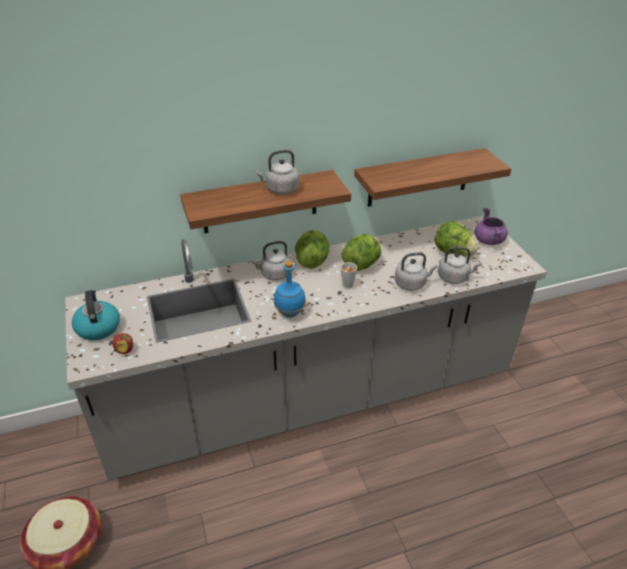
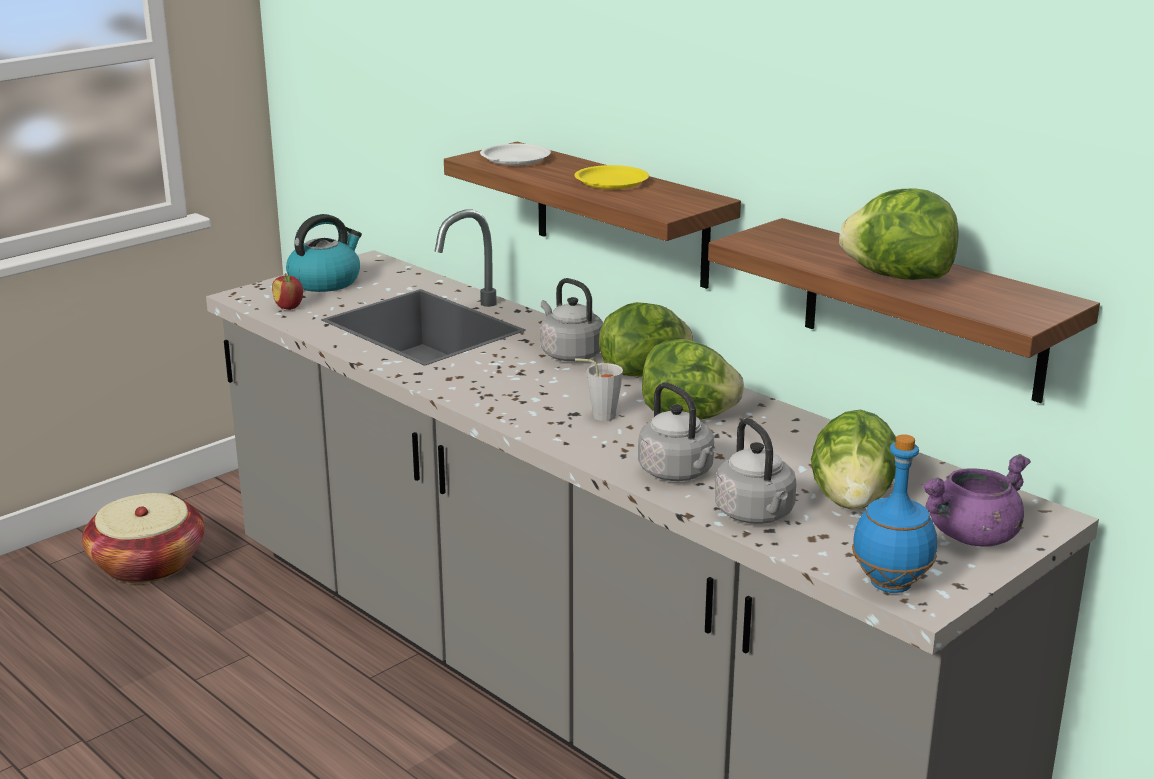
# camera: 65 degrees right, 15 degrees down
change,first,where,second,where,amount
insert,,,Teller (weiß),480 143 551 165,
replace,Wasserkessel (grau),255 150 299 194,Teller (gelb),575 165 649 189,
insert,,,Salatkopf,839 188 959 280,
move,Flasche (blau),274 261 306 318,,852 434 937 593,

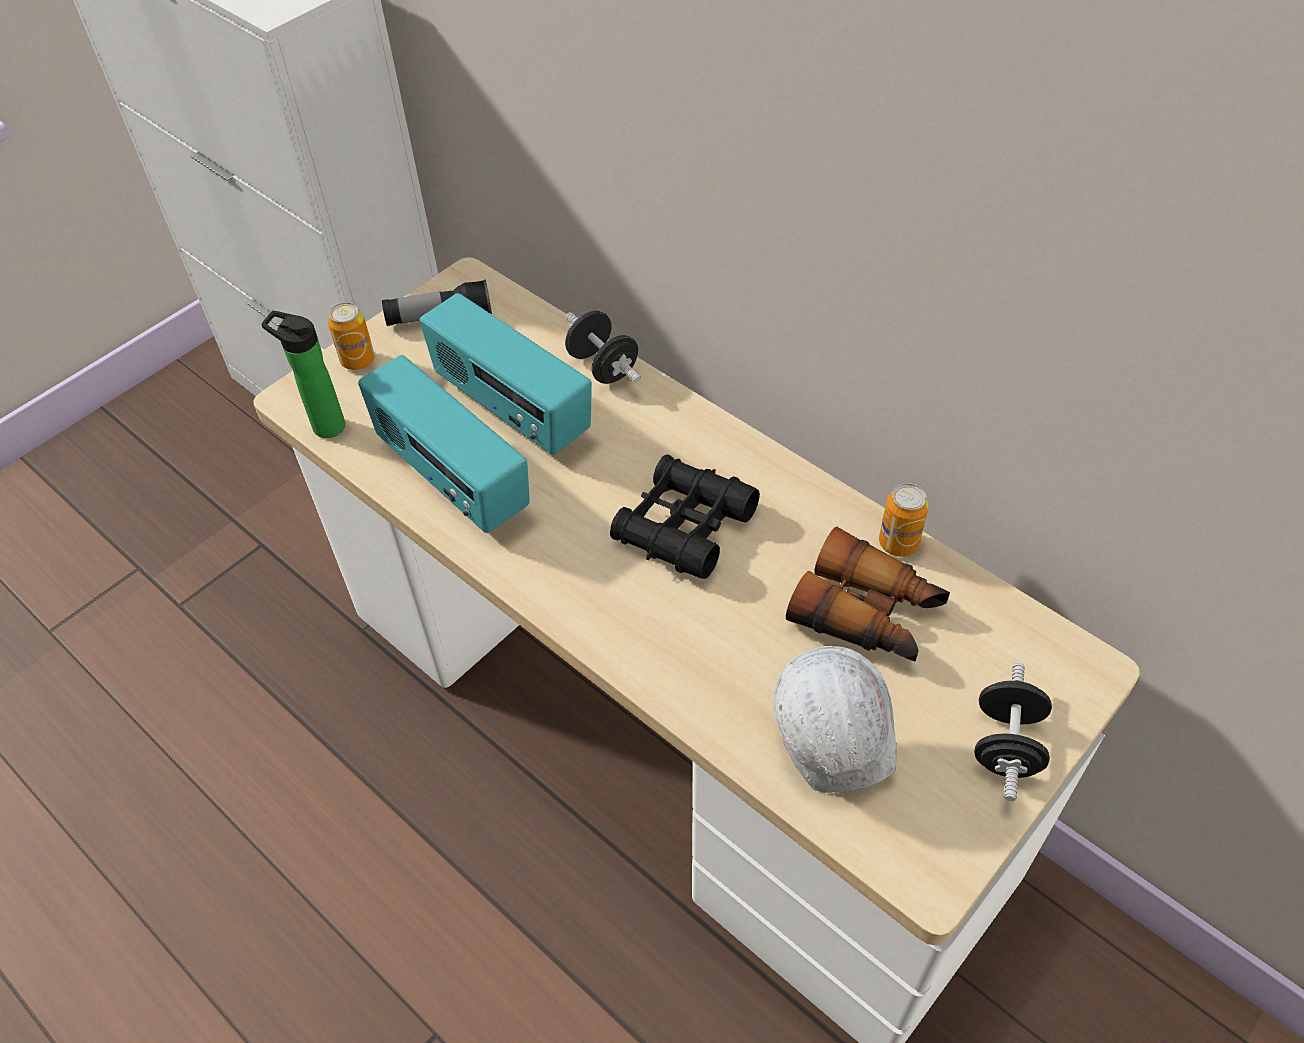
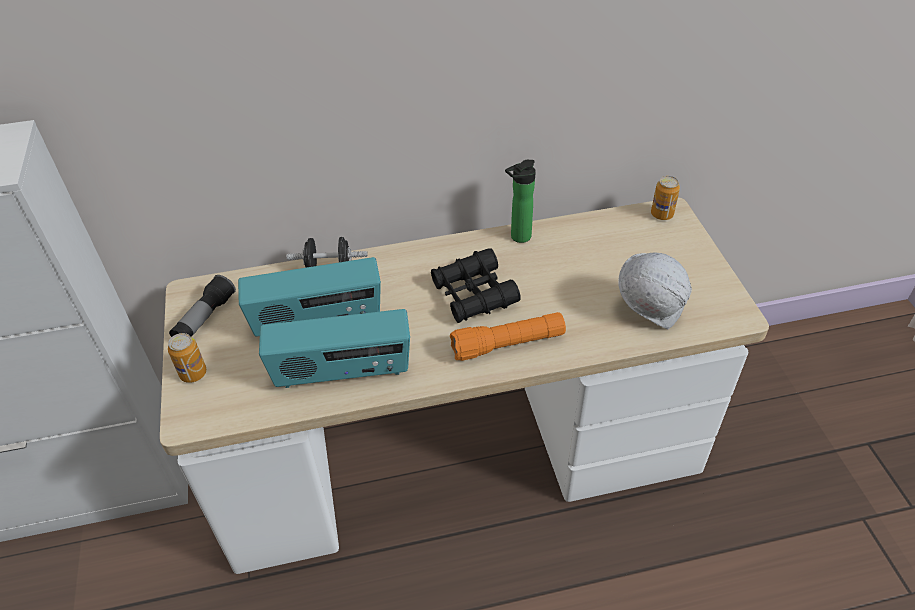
# camera: 55 degrees left, 5 degrees down
change,first,where,second,where,amount
insert,,,Taschenlampe (orange),450 312 566 361,
move,Flasche,261 311 345 438,,505 160 536 243,
move,Dose,879 483 929 557,,651 176 680 220,
delete,Fernglas,786 527 950 661,,,
delete,Hantel (schwarz),974 662 1052 801,,,

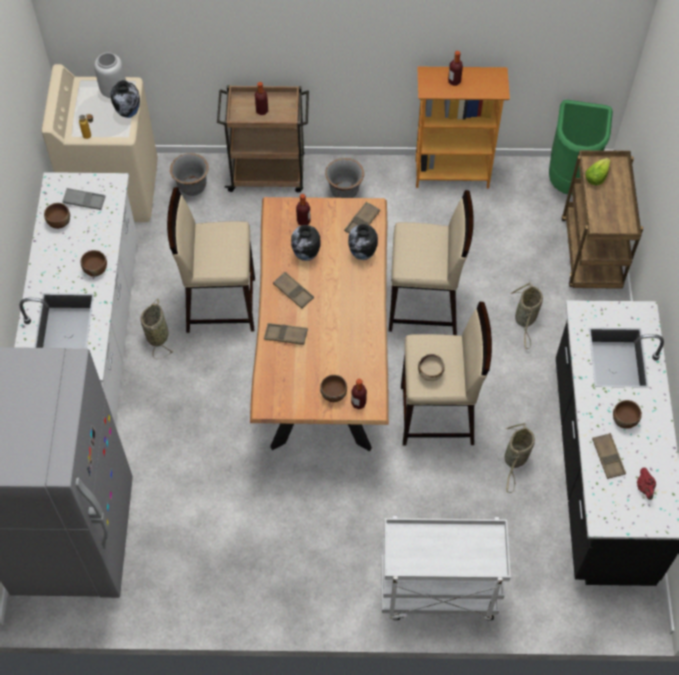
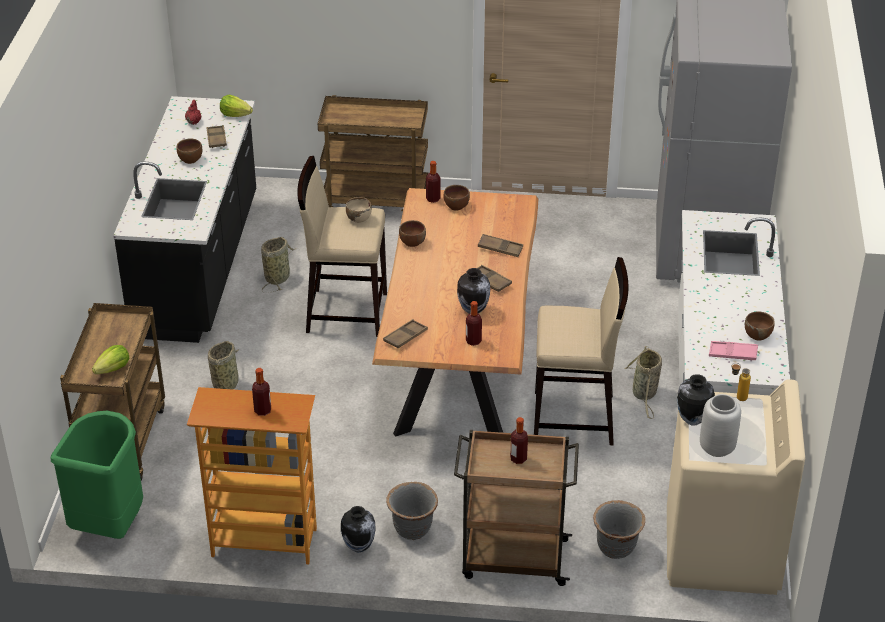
# camera: 175 degrees left, 20 degrees down
change,first,where,second,where,amount
insert,,,Salatkopf,220 95 253 117,
recolor,Rollwagen (weiß),382 516 511 621,Rollwagen (braun),318 95 428 211,
move,Vase,348 224 378 260,,341 506 376 552,
move,Schüssel (braun),81 250 107 277,,399 220 426 247,
recolor,Tablett (grau),62 188 105 210,Tablett (rosa),709 341 758 360,
delete,Hocker (beige),389 190 474 335,,,

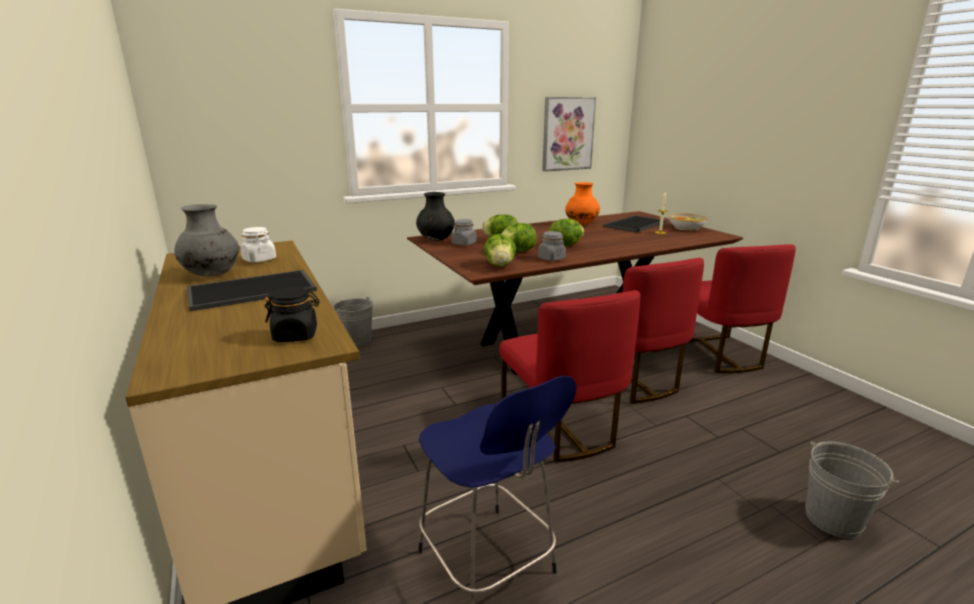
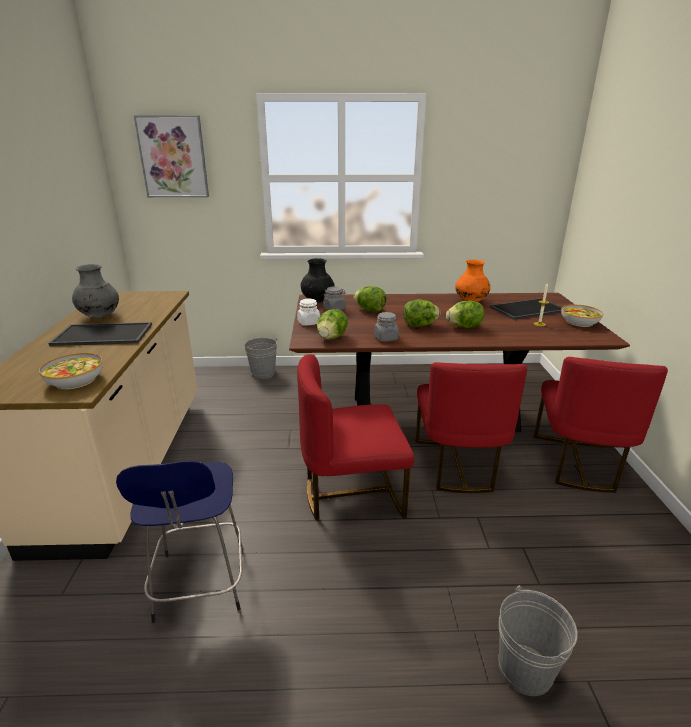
# camera: 25 degrees right, 5 degrees up
change,first,where,second,where,amount
replace,Vorratsglas (schwarz),265 287 320 342,Schüssel,39 353 103 389,
move,Bild,542 97 596 172,,134 115 209 197,
move,Vorratsglas (weiß),240 227 276 263,,297 299 320 326,
rotate,Stuhl (rot),499 290 640 463,,297 354 414 520,75 degrees clockwise
move,Salatkopf,501 223 537 252,,446 301 484 328,

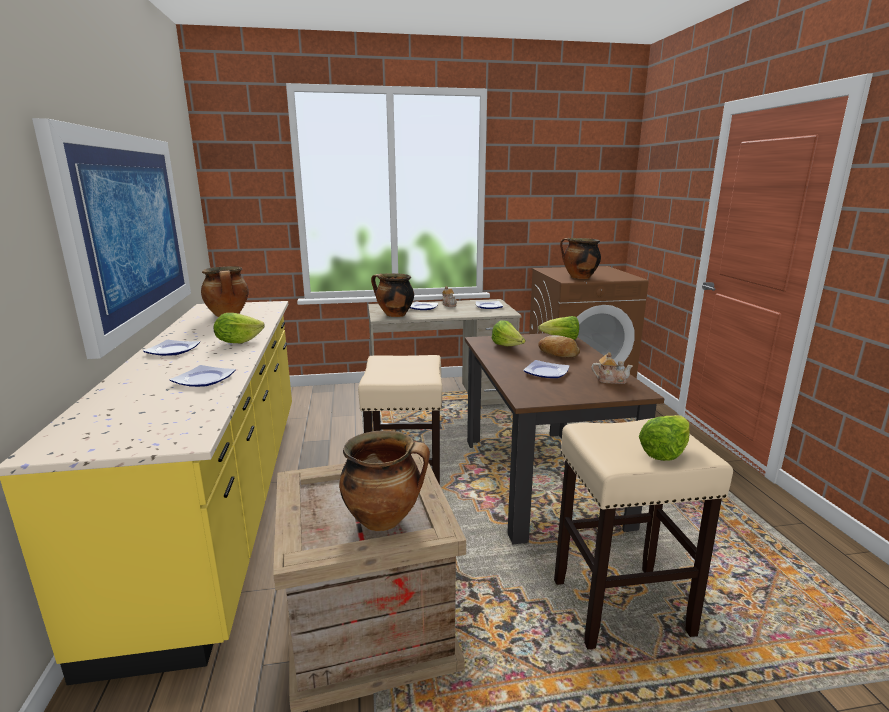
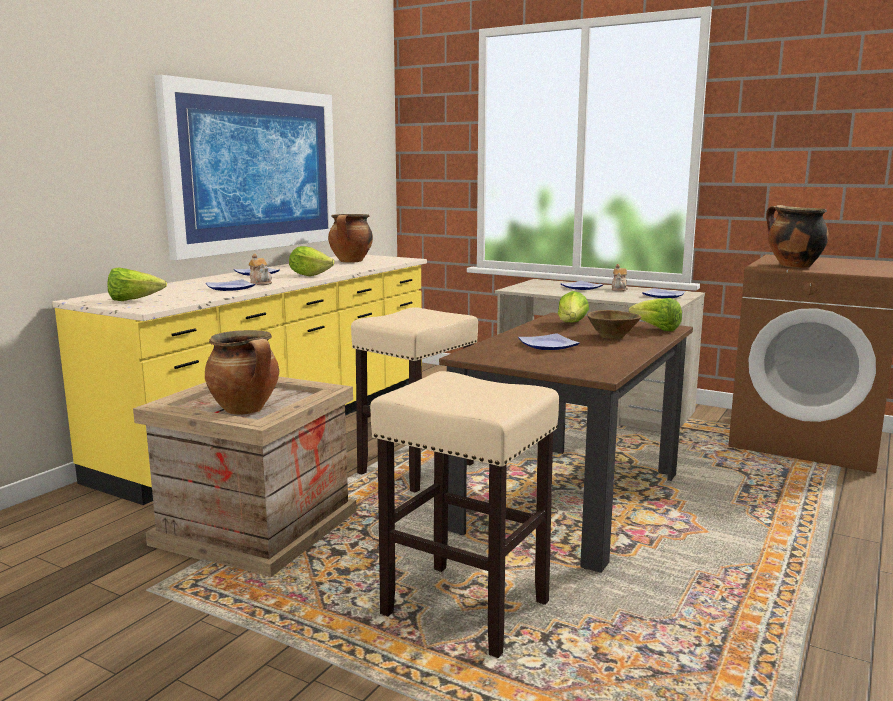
# camera: 40 degrees right, 5 degrees down
change,first,where,second,where,amount
move,Salatkopf,639 415 690 461,,107 267 167 301,
move,Teekanne,592 352 633 384,,248 254 272 285,
replace,Brot,538 335 580 357,Schüssel (braun),587 310 641 339,
delete,Kochtopf,371 273 414 317,,,

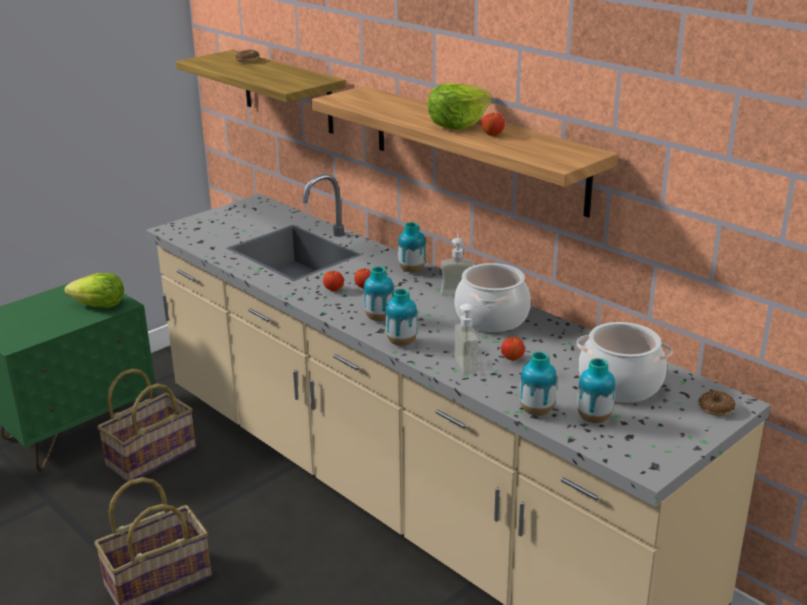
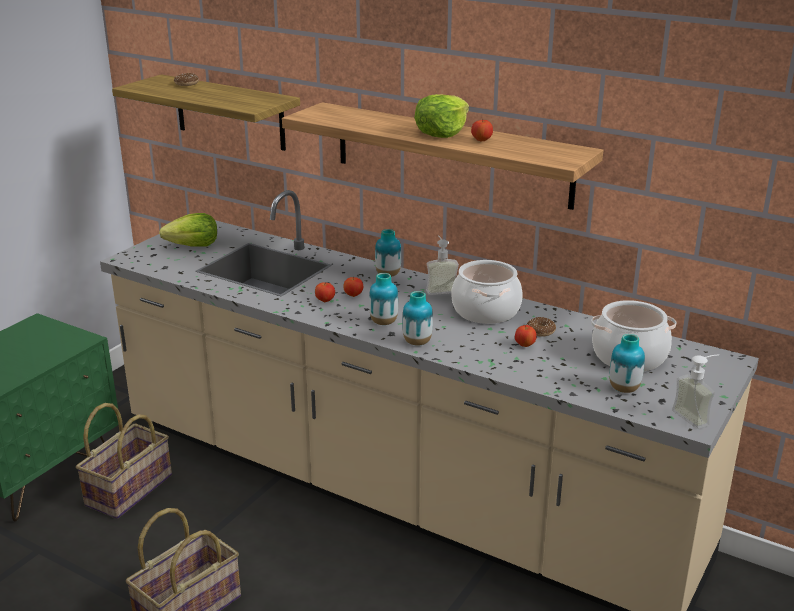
# camera: 15 degrees left, 0 degrees up
change,first,where,second,where,amount
move,Salatkopf,64 273 124 308,,159 213 217 247,
move,Donut,699 391 736 416,,527 317 556 336,
move,Seifenspender,454 304 491 375,,672 354 719 429,
delete,Vase,520 351 557 416,,,

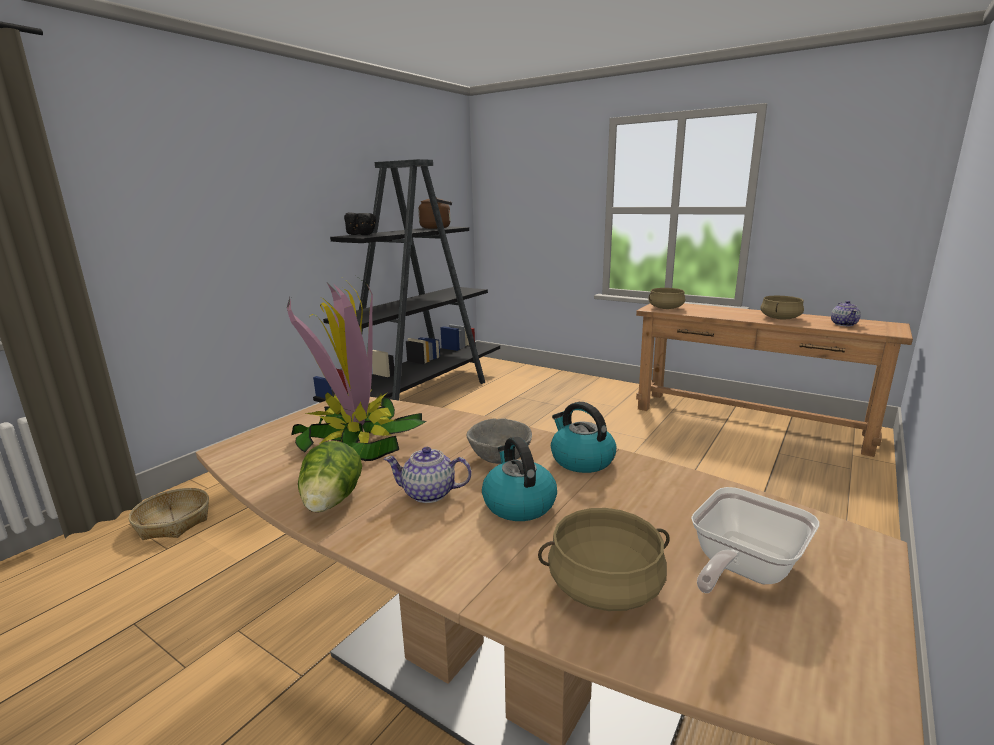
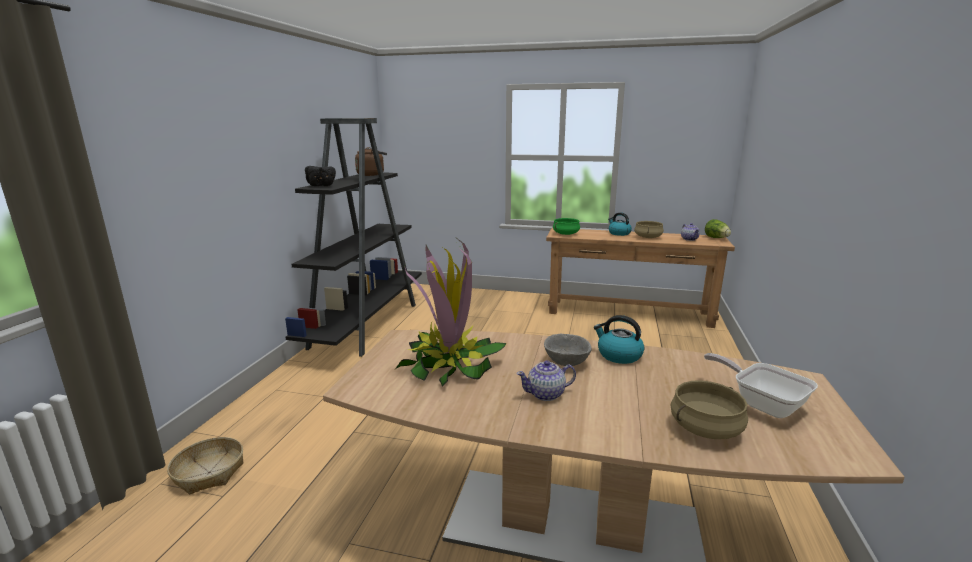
# camera: 20 degrees left, 0 degrees up
change,first,where,second,where,amount
recolor,Kochtopf (beige),649 288 685 309,Kochtopf (grün),553 218 580 235,
move,Wasserkessel,482 437 557 521,,608 212 632 236,
rotate,Pfanne,691 487 820 593,,704 353 818 418,120 degrees clockwise
move,Salatkopf,298 441 362 512,,705 219 731 238,

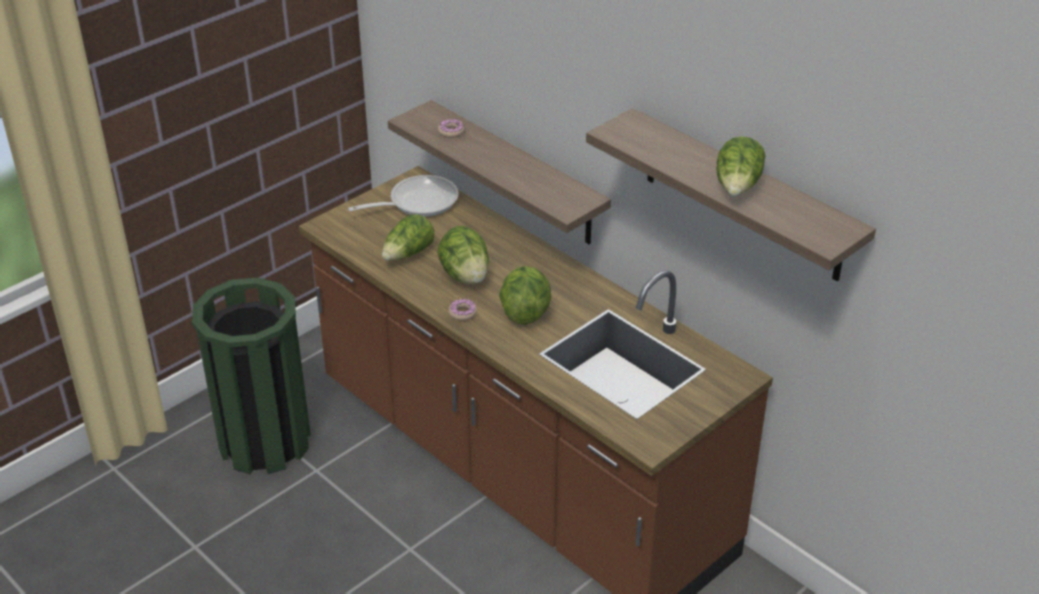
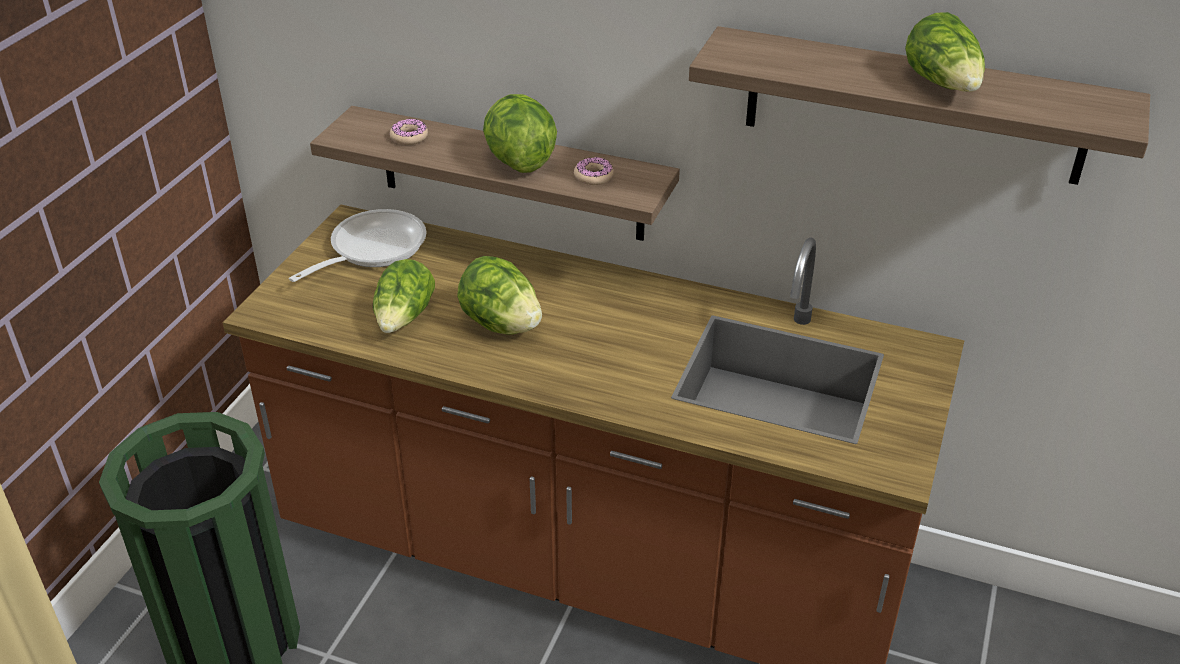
# camera: 25 degrees left, 0 degrees up
change,first,where,second,where,amount
move,Salatkopf,499 266 551 325,,483 94 557 173,
move,Donut,448 299 477 321,,574 157 614 185,

